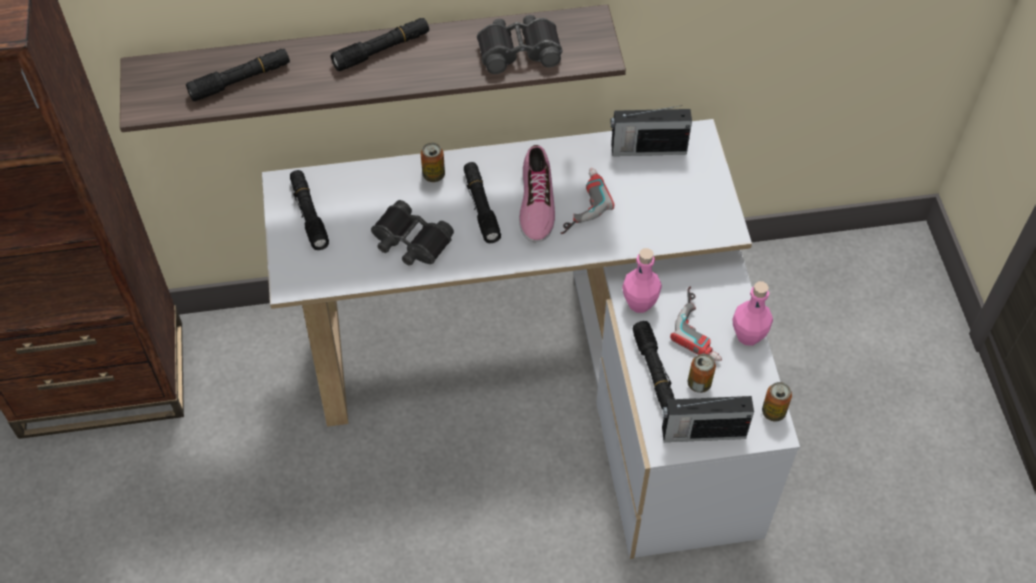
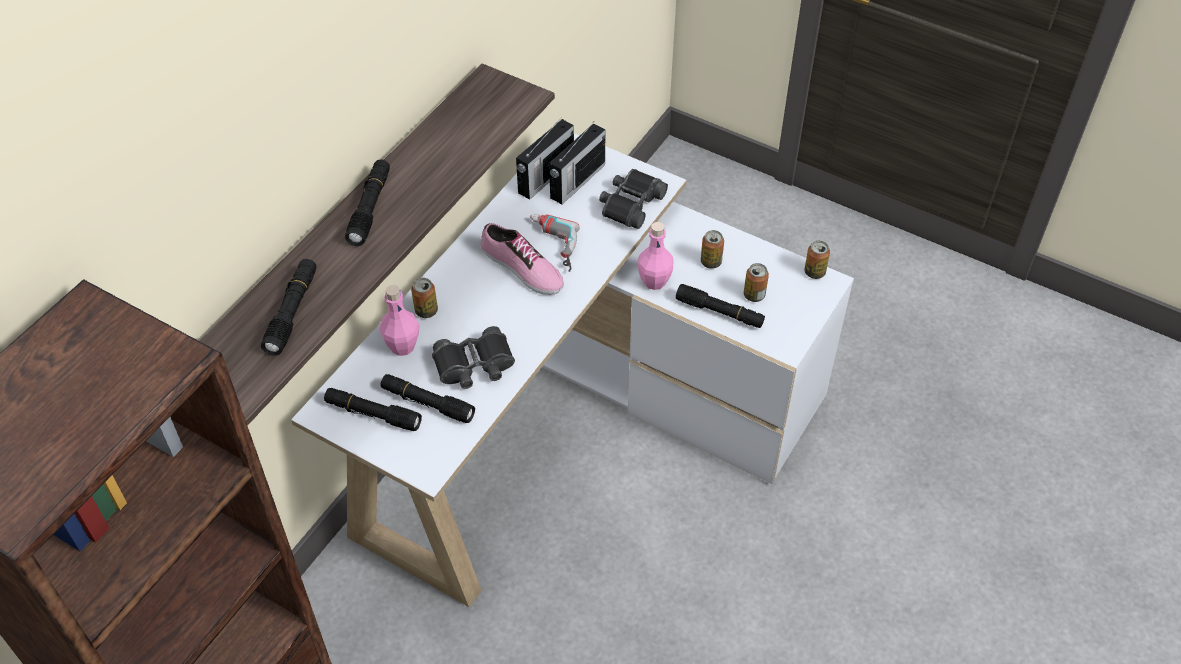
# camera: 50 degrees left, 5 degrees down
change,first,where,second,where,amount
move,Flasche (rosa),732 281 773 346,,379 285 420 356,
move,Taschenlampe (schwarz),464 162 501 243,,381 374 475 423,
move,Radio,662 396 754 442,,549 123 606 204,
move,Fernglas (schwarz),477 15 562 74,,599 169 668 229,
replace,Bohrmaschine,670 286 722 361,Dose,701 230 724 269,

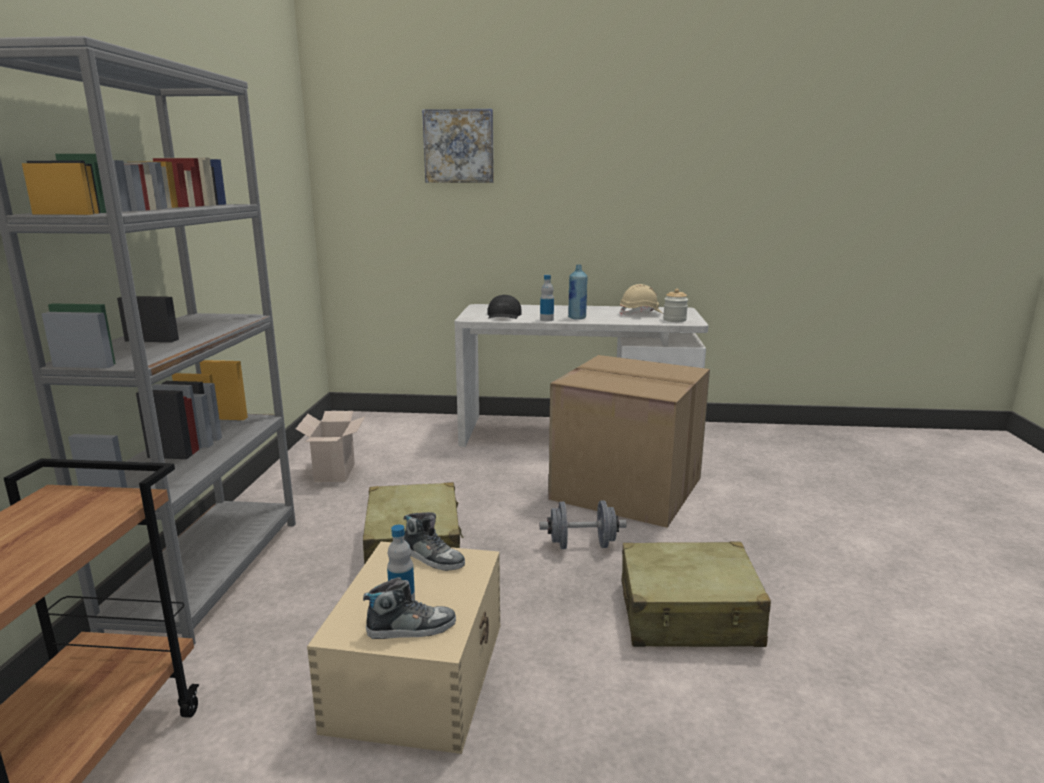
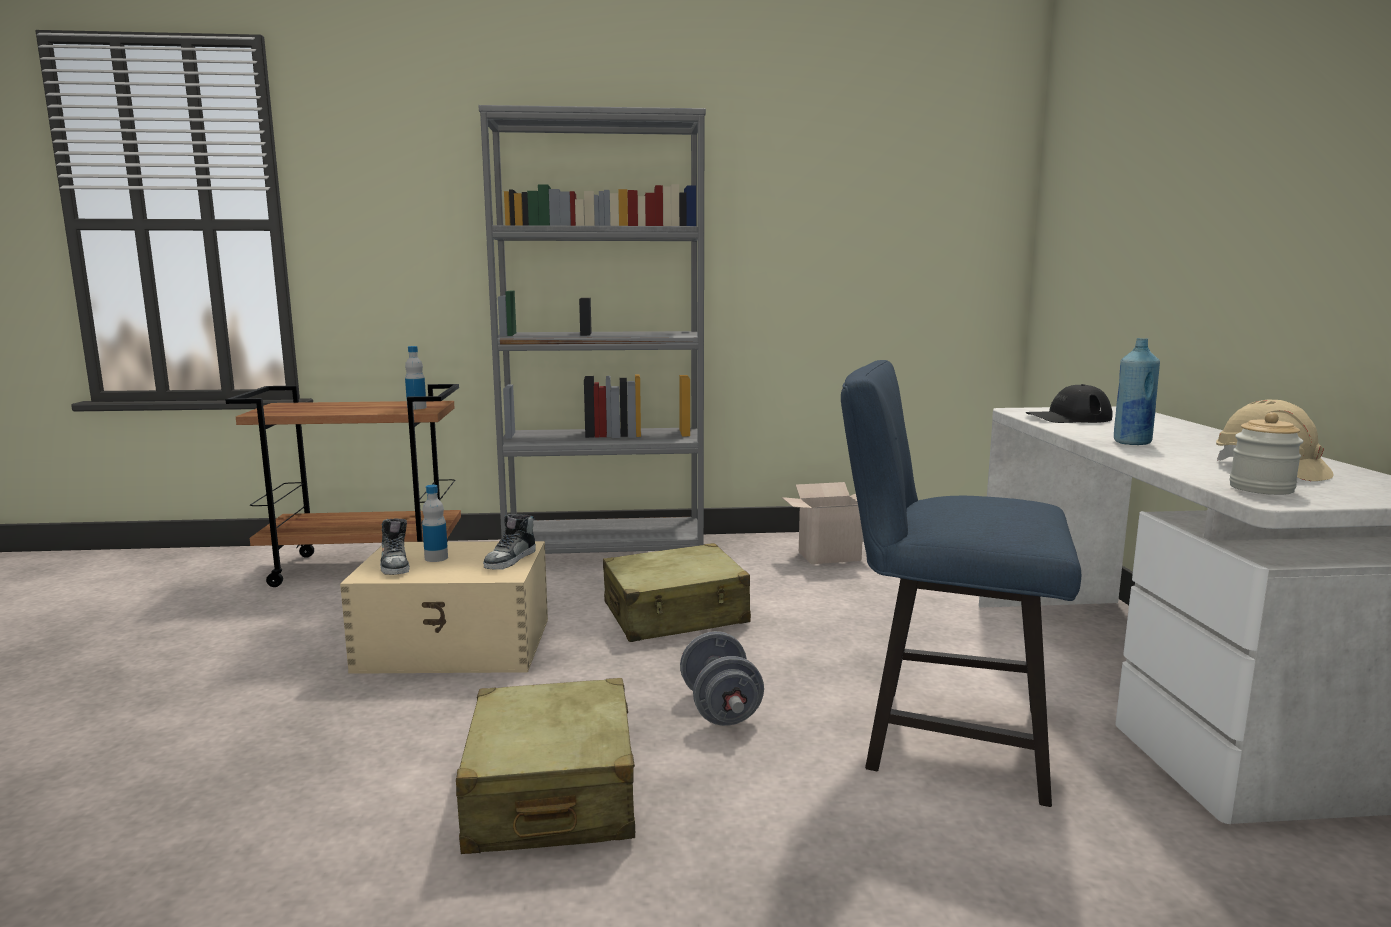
# camera: 80 degrees right, 5 degrees down
change,first,where,second,where,amount
move,Flasche,540 275 554 321,,405 346 427 410,
replace,Karton,549 355 710 528,Stuhl (blau),841 360 1081 807,
delete,Bild,422 109 494 183,,,

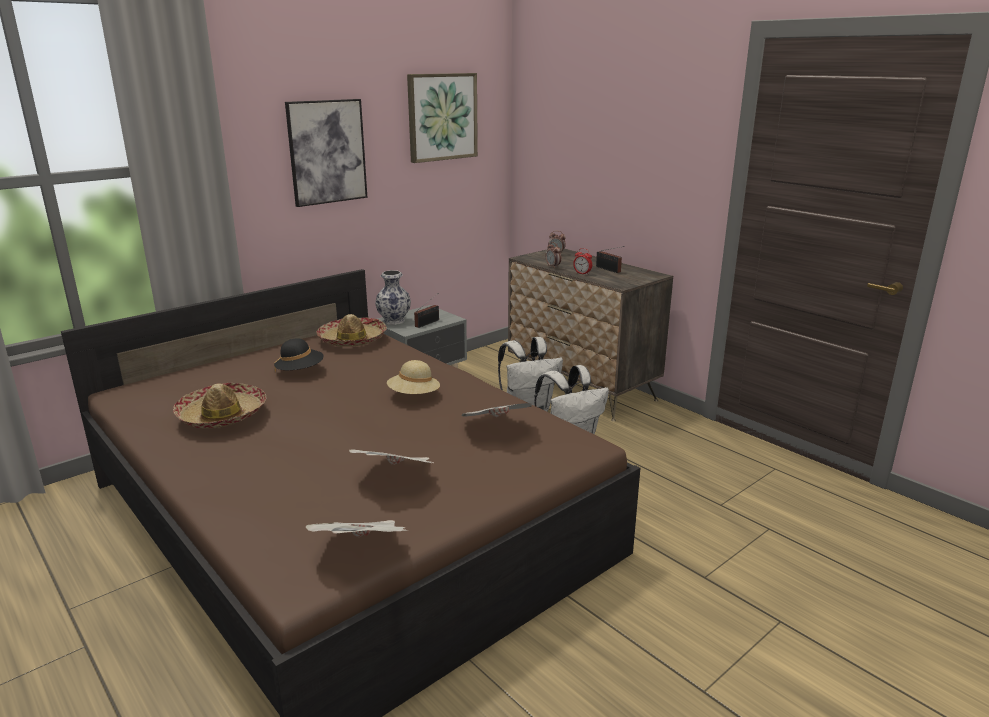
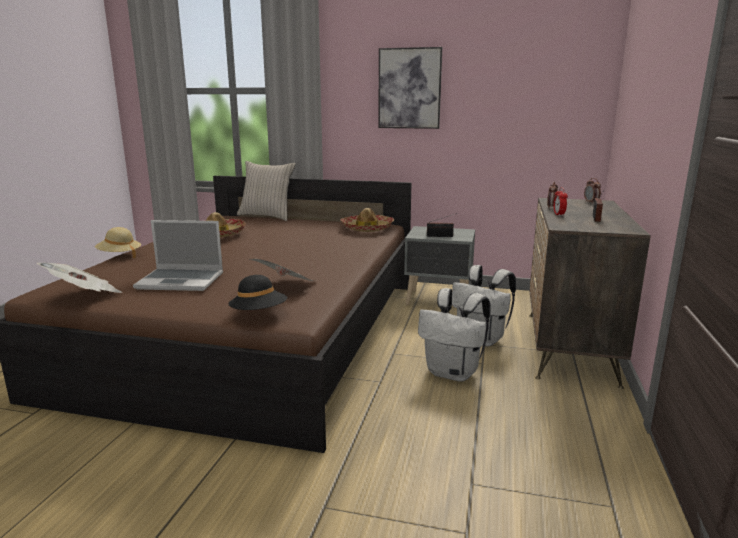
# camera: 55 degrees right, 5 degrees down
change,first,where,second,where,amount
move,Hut (beige),387 360 440 394,,95 227 141 258,
replace,Zeitung,349 449 434 465,Laptop,133 220 223 291,
move,Hut (schwarz),274 338 324 372,,228 275 287 310,
insert,,,Kissen (beige),237 161 296 221,
delete,Vase,375 270 411 325,,,
delete,Bild,407 73 478 163,,,

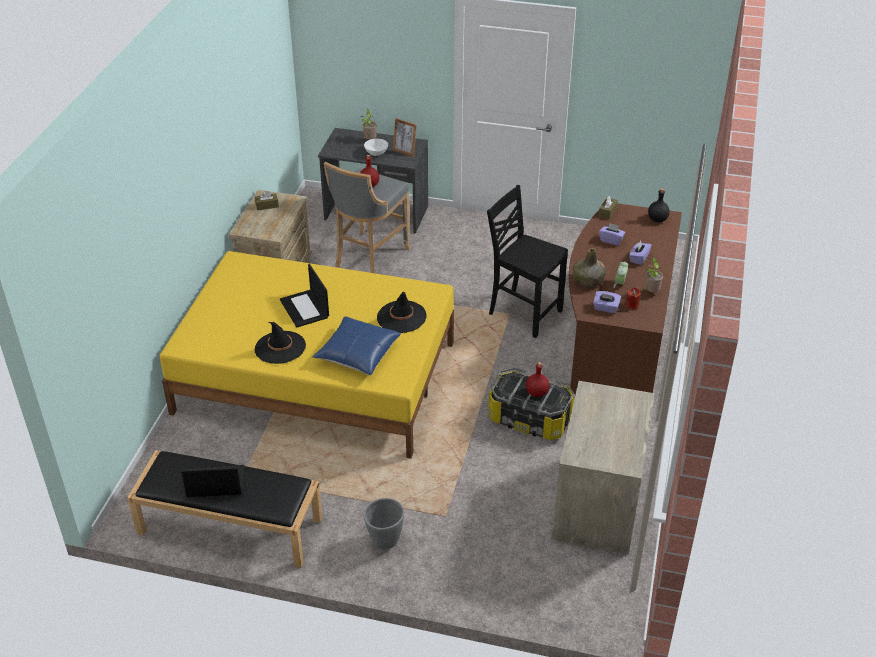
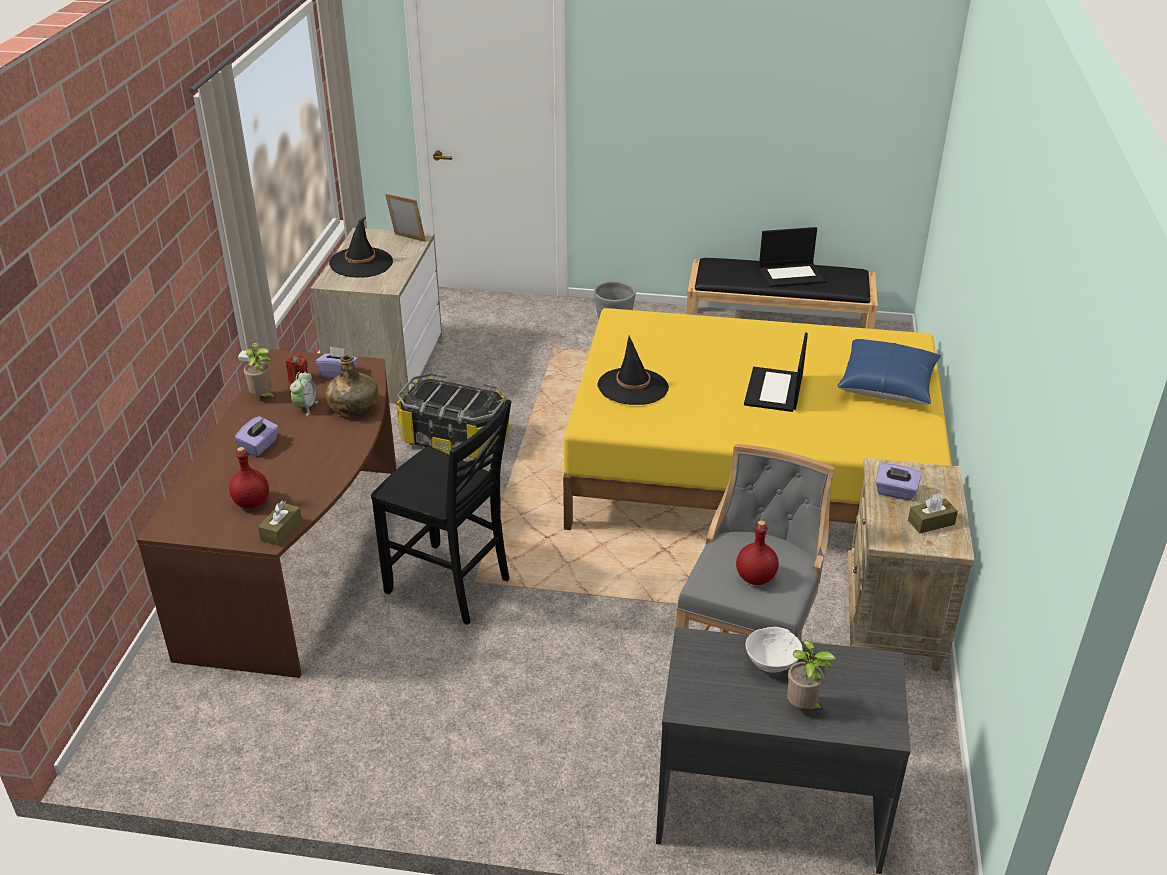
# camera: 175 degrees right, 5 degrees down
change,first,where,second,where,amount
move,Flasche (rot),526 362 549 397,,229 447 269 509,
move,Hut (schwarz),255 322 306 364,,329 216 393 278,
move,Bilderrahmen,392 118 417 157,,385 193 426 242,
rotate,Laptop,280 264 329 327,,744 333 808 412,135 degrees counterclockwise
move,Kissen (blau),312 317 401 375,,838 339 941 405,
move,Taschentuchbox (lila),599 223 625 246,,875 463 922 500,
delete,Flasche (schwarz),648 188 670 222,,,

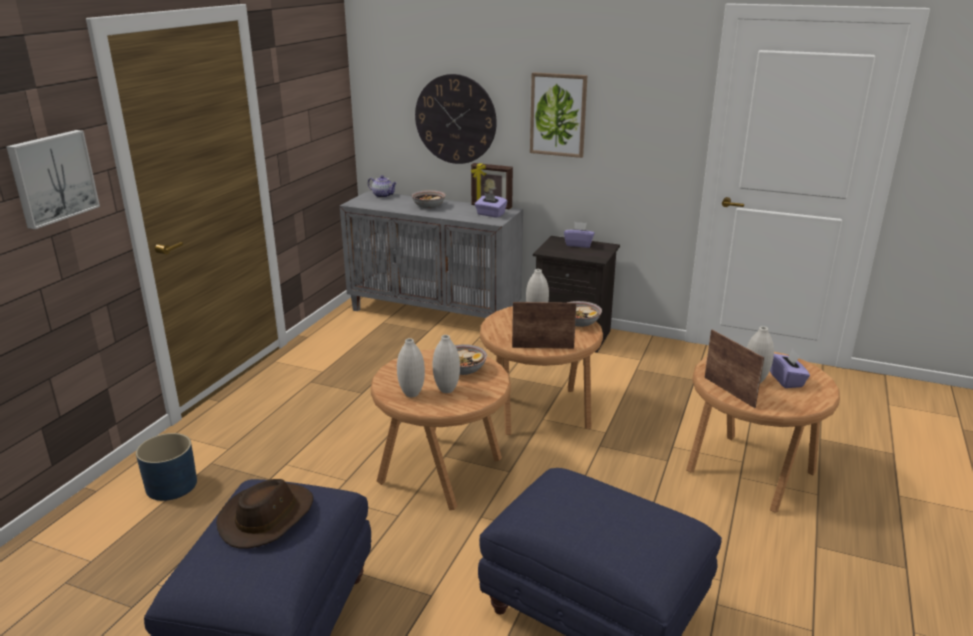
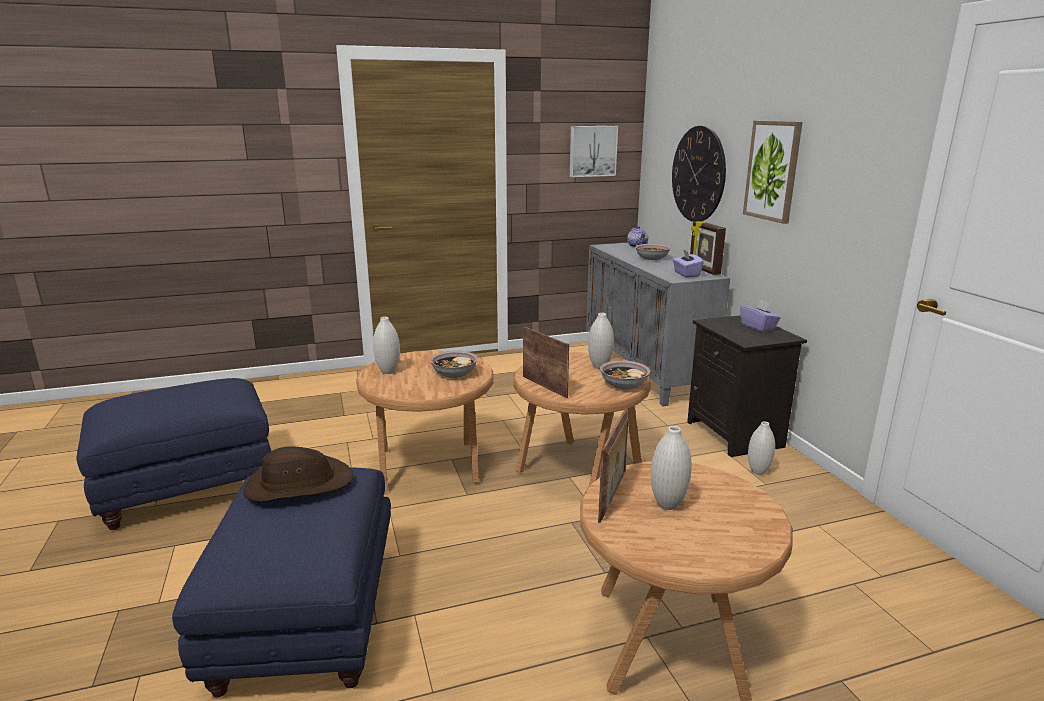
# camera: 50 degrees right, 5 degrees down
change,first,where,second,where,amount
move,Hut (braun),216 479 313 549,,243 446 354 502,
move,Bild,6 130 100 229,,570 126 618 177,
move,Vase (weiß),433 335 460 393,,748 421 775 475,
delete,Pflanzkübel (blau),136 433 197 501,,,
delete,Taschentuchbox (lila),770 349 810 388,,,

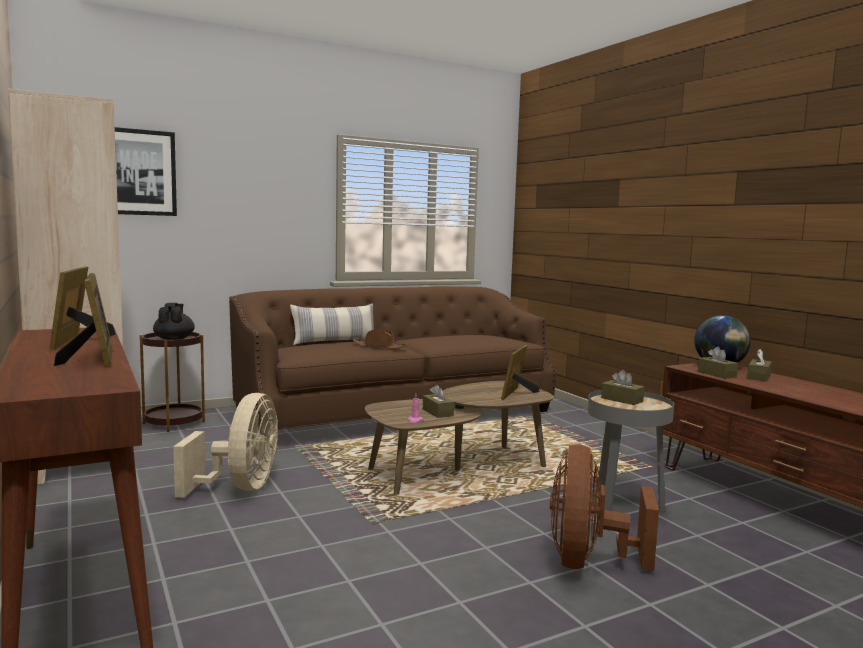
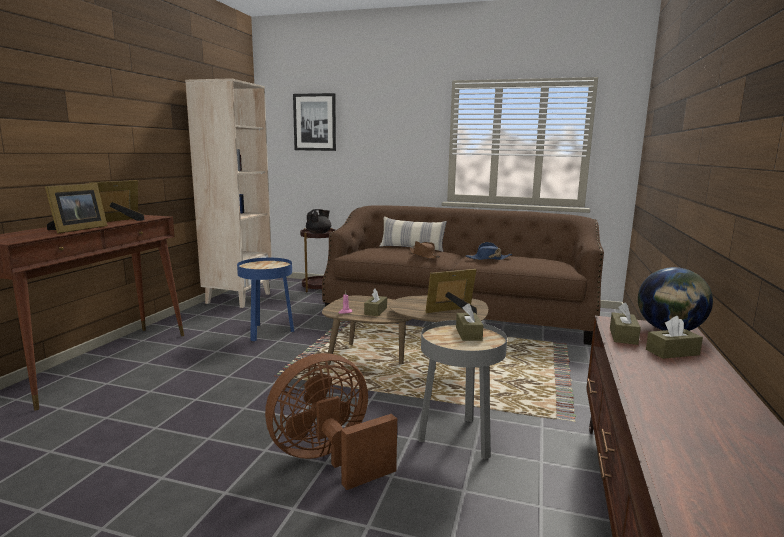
# camera: 45 degrees right, 5 degrees up
change,first,where,second,where,amount
replace,Ventilator (beige),173 393 278 498,Beistelltisch (blau),237 258 294 341,
insert,,,Hut (blau),465 242 512 260,

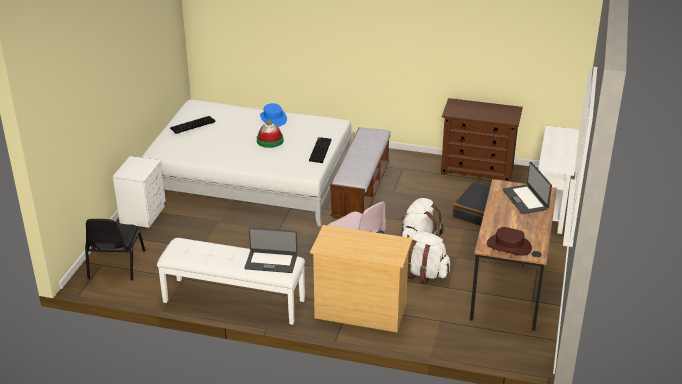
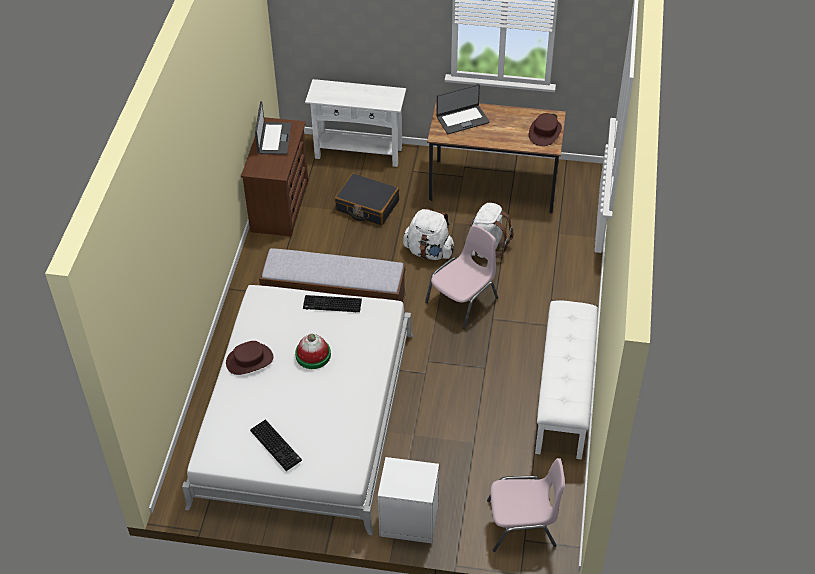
# camera: 95 degrees left, 15 degrees up
change,first,where,second,where,amount
recolor,Hut (blau),260 103 287 127,Hut (braun),226 341 273 375,
move,Laptop,244 228 297 273,,255 101 292 155,
recolor,Stuhl (schwarz),85 219 145 280,Stuhl (rosa),487 458 565 552,
delete,Kommode (beige),310 225 413 332,,,

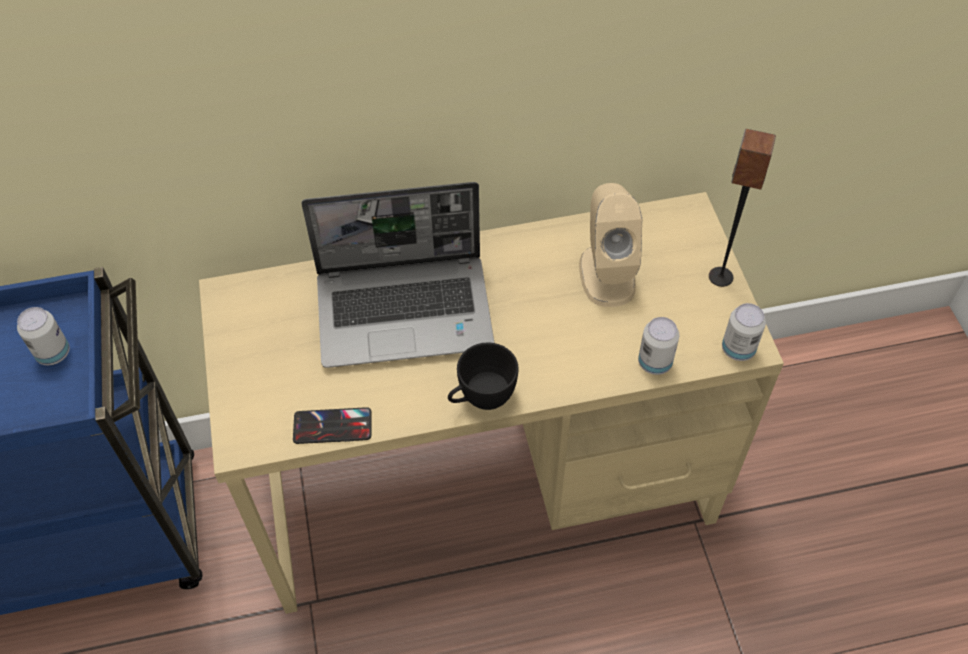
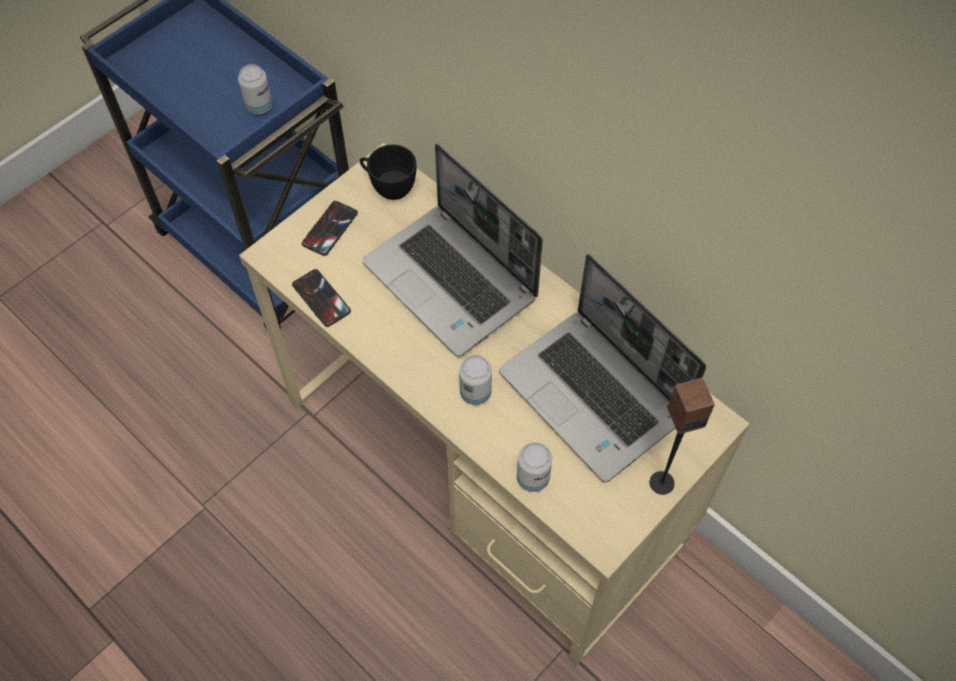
# camera: 55 degrees right, 5 degrees up
change,first,where,second,where,amount
insert,,,Handy,302 201 358 256,
move,Tasse (schwarz),448 343 519 410,,360 144 416 200,
move,Dose,722 303 766 361,,459 355 492 405,
replace,Lautsprecher (beige),579 183 642 307,Laptop,499 254 706 482,

